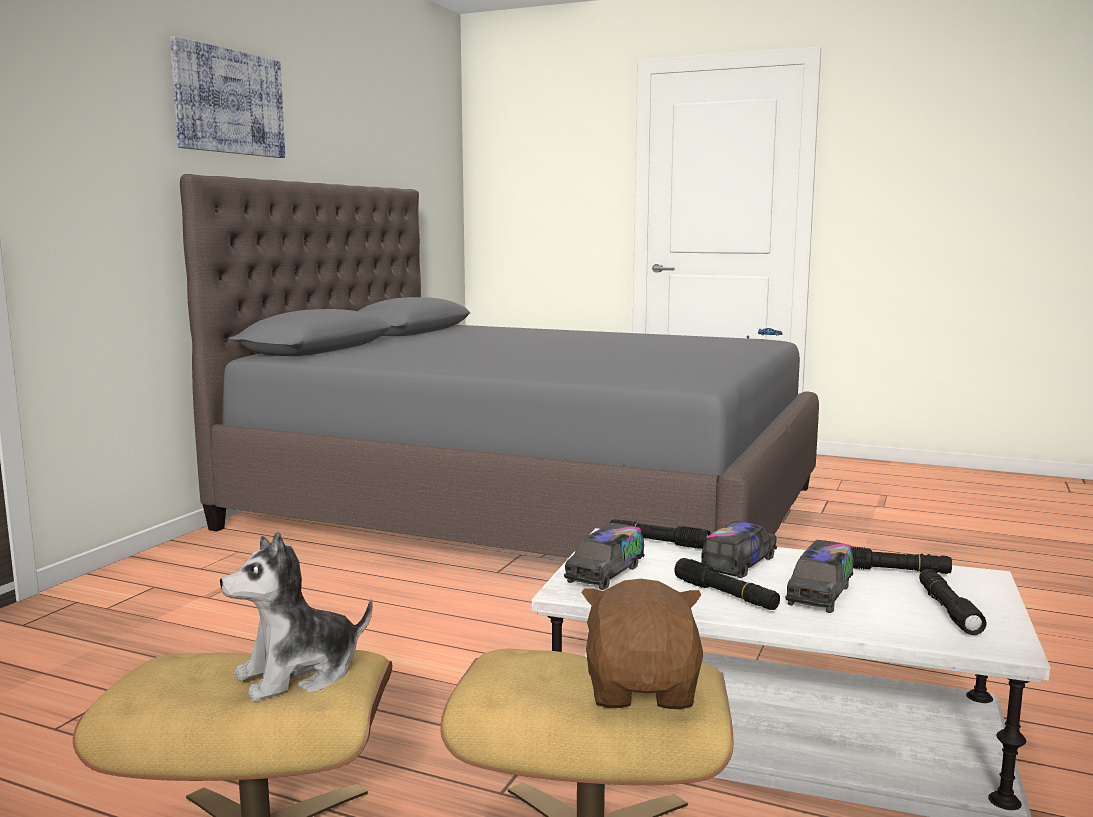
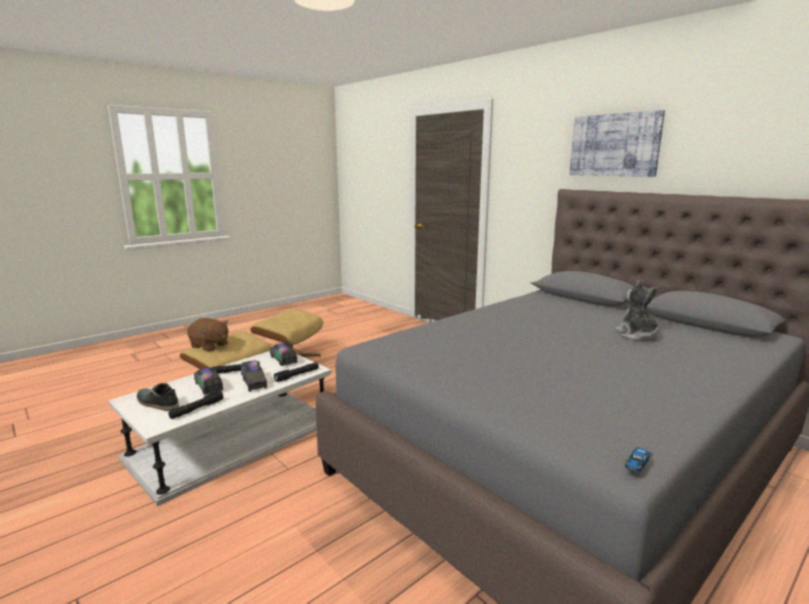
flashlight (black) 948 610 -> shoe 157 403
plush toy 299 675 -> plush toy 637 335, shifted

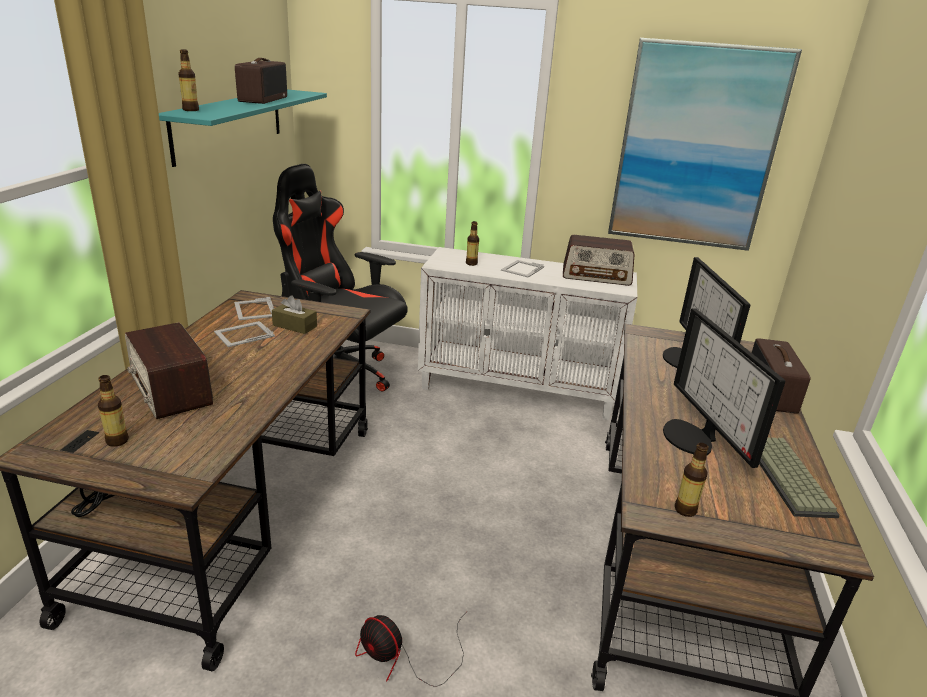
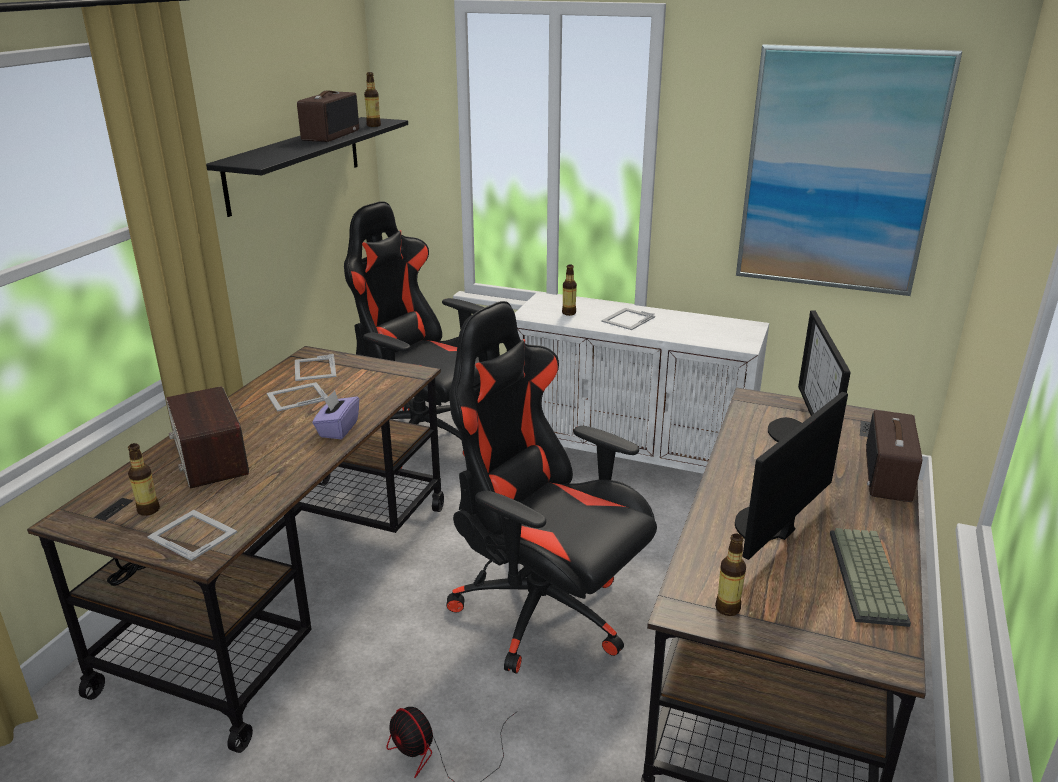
none -> picture frame 192 534
shelf (turquoise) 230 124 -> shelf (black) 295 163
none -> tissue box (purple) 338 429
bottle 191 110 -> bottle 374 125, shifted
none -> office chair (black) 550 619
monitor 694 437 -> monitor 769 527, 45 degrees clockwise
tissue box (brown) 295 326 -> none
radio 596 276 -> none

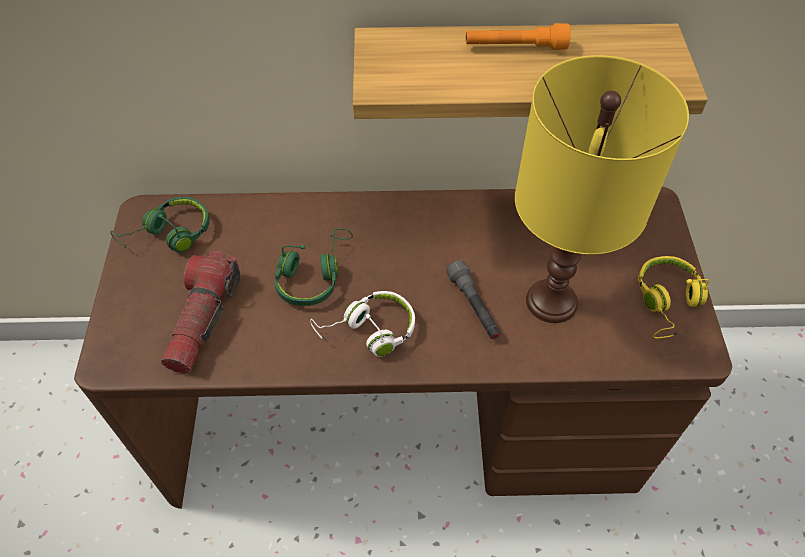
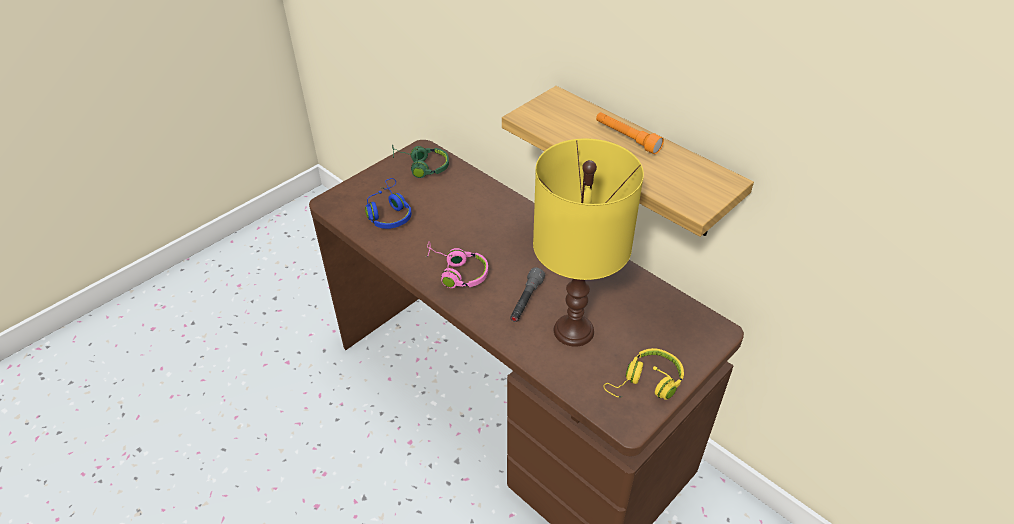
flashlight 203 320 -> headphones (blue) 389 213
headphones (white) 368 331 -> headphones (pink) 456 272
headphones (green) 313 275 -> none

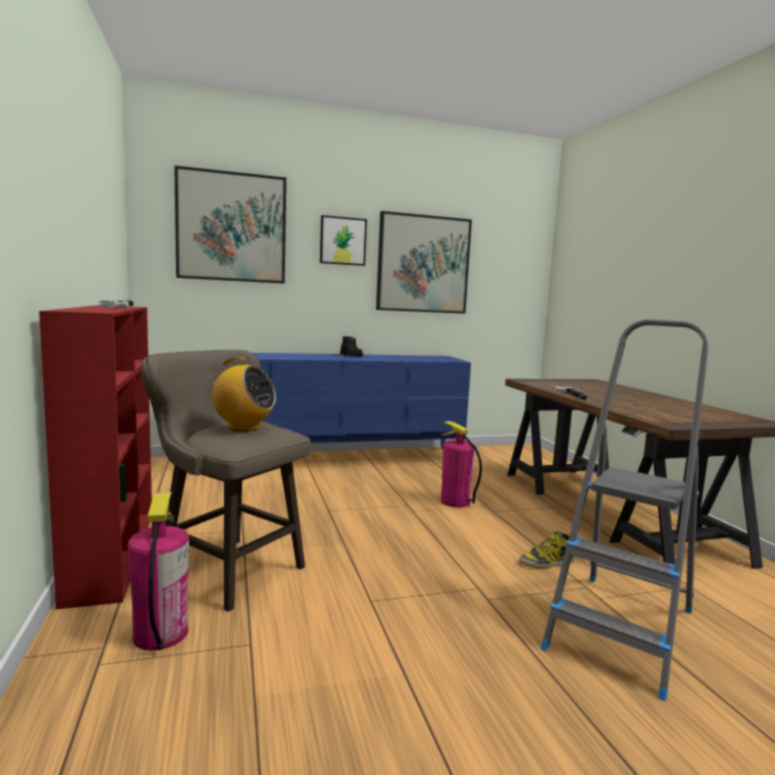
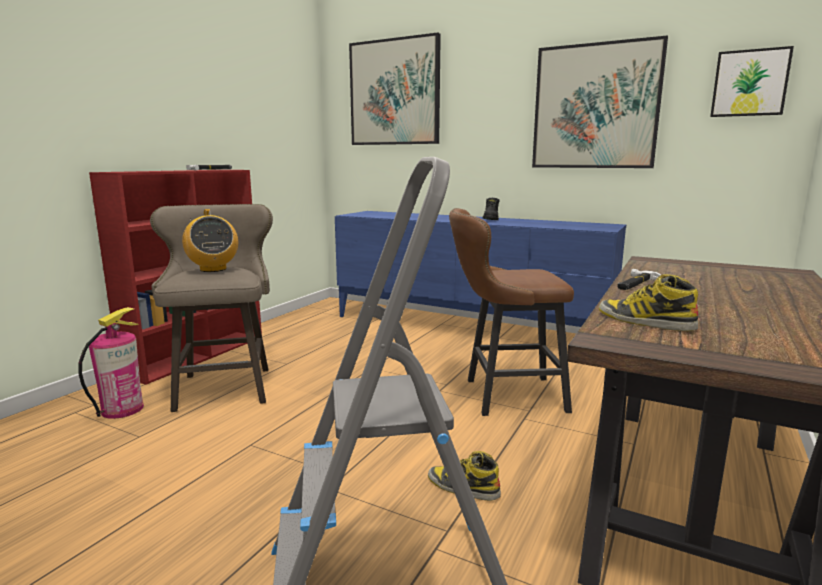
fire extinguisher 455 501 -> stool (brown) 502 395
none -> boot 644 321
picture 342 241 -> picture 749 83, shifted

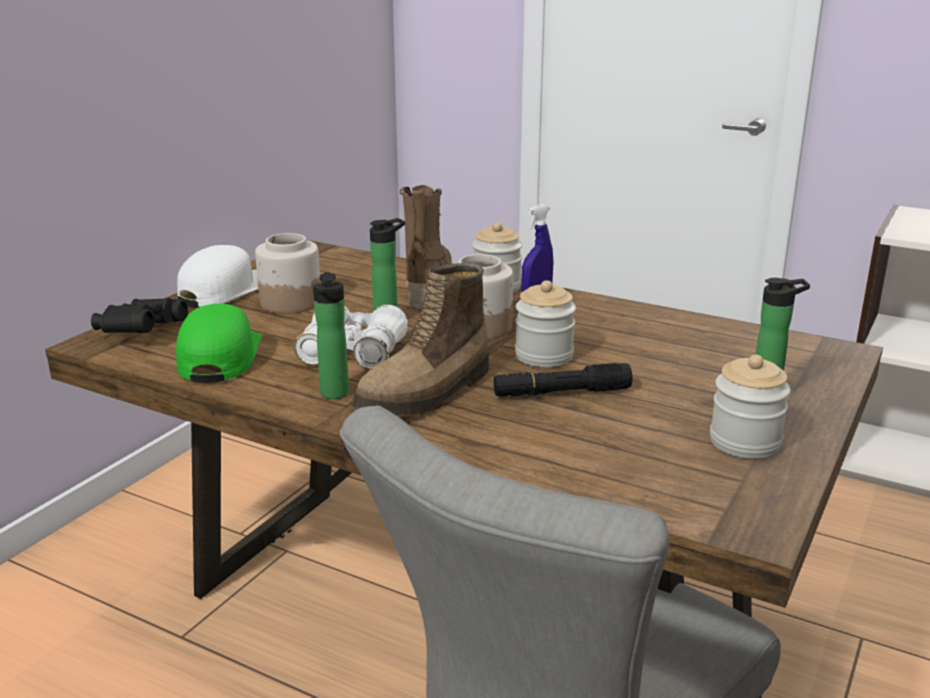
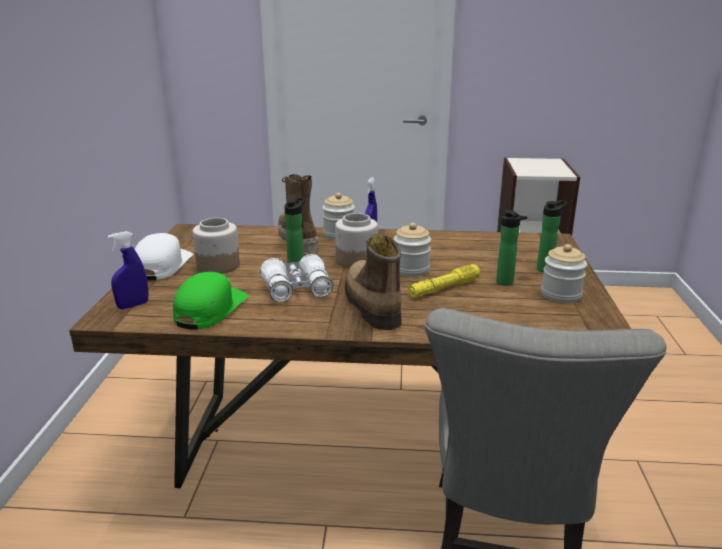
binoculars (black) 140 334 -> spray bottle (blue) 133 305
cap (green) 219 356 -> cap (green) 210 309, 45 degrees clockwise
boot 427 394 -> boot 370 305, 150 degrees clockwise
flashlight (black) 561 393 -> flashlight (yellow) 443 288
bottle 335 395 -> bottle 506 283, shifted

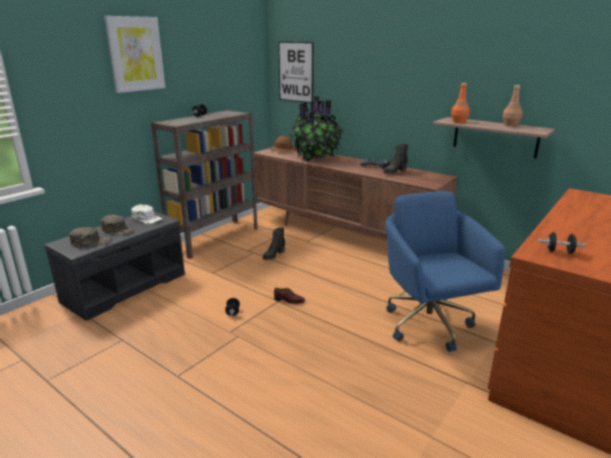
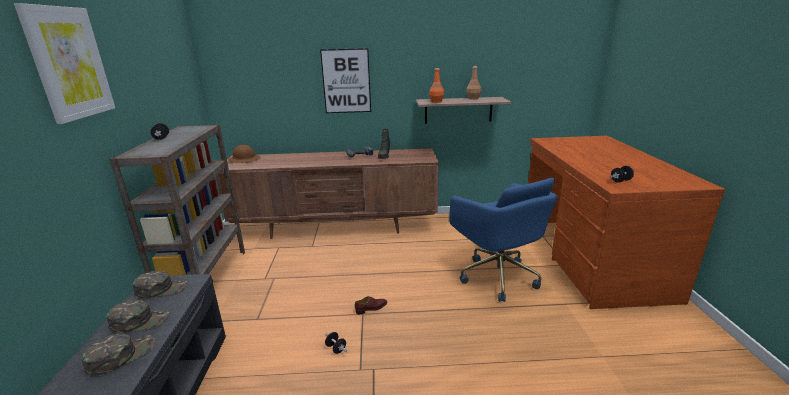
cap (white) 147 218 -> cap (green) 162 288
picture 296 72 -> picture 346 81, shifted
office chair (blue) 430 328 -> office chair (blue) 495 276, 150 degrees counterclockwise
boot (black) 273 255 -> none
potted plant 316 158 -> none

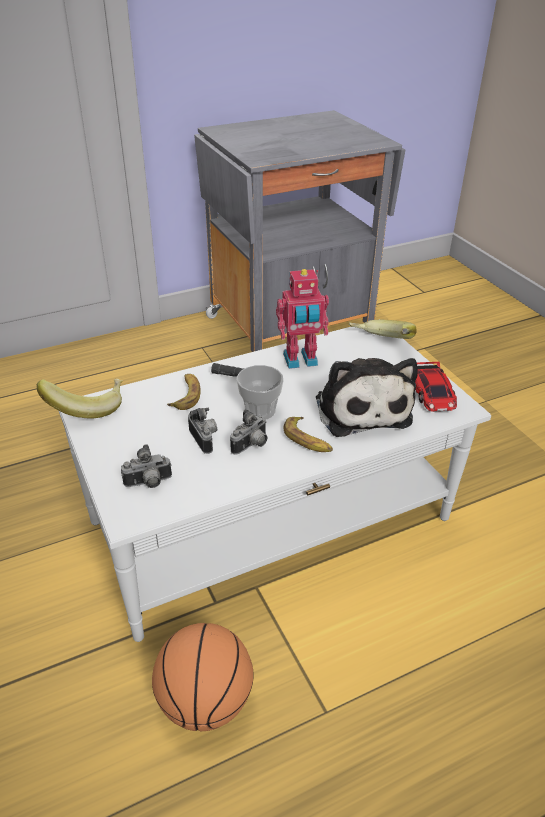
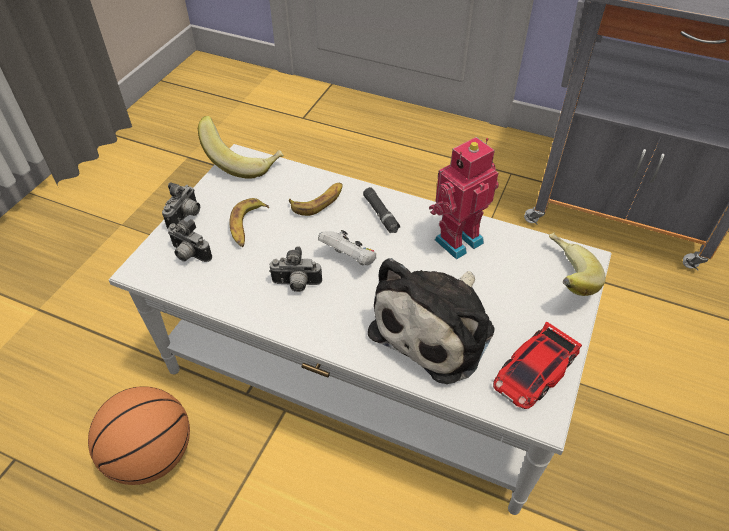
photo camera 205 439 -> photo camera 186 217, shifted
banana 308 440 -> banana 247 226, shifted
cup 260 410 -> game controller (white) 350 259
toy robot 301 361 -> toy robot 456 239, 105 degrees clockwise

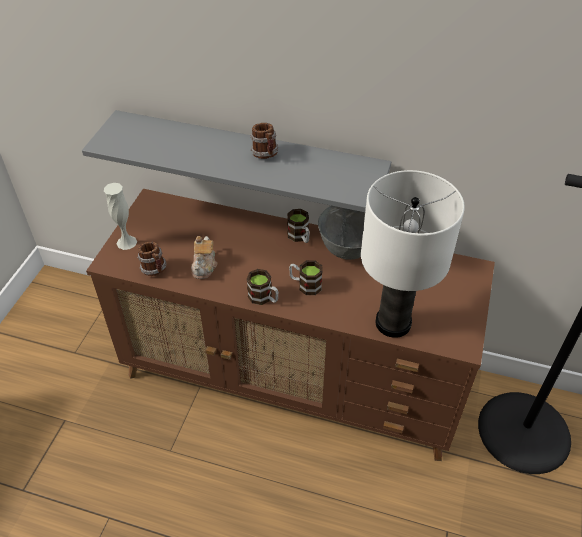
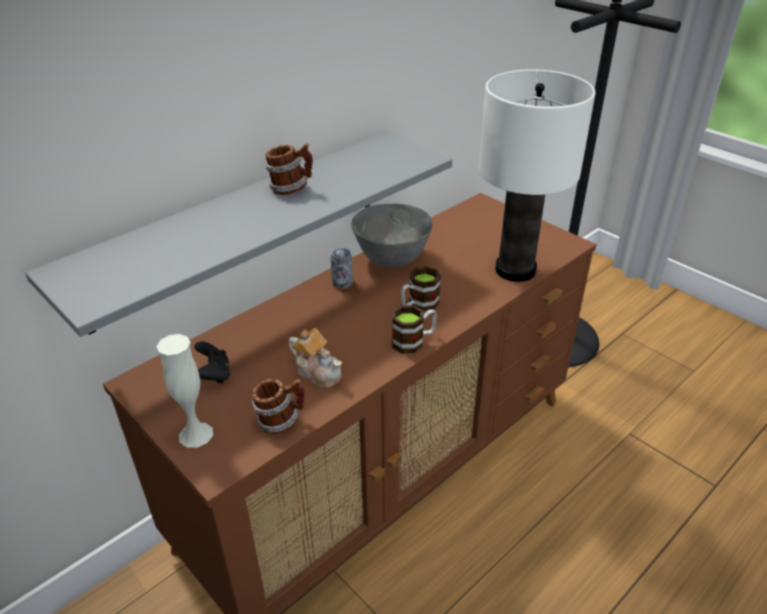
none -> game controller (black) 214 374
mug 300 237 -> can 342 283

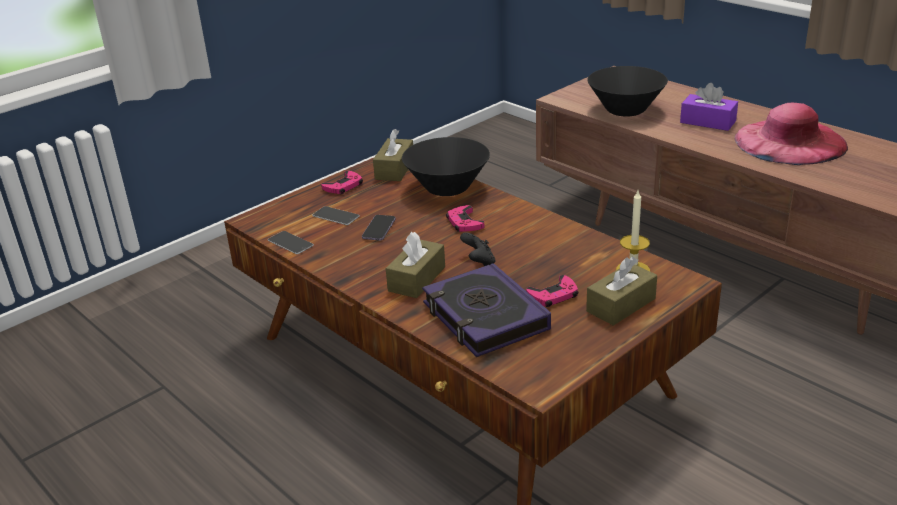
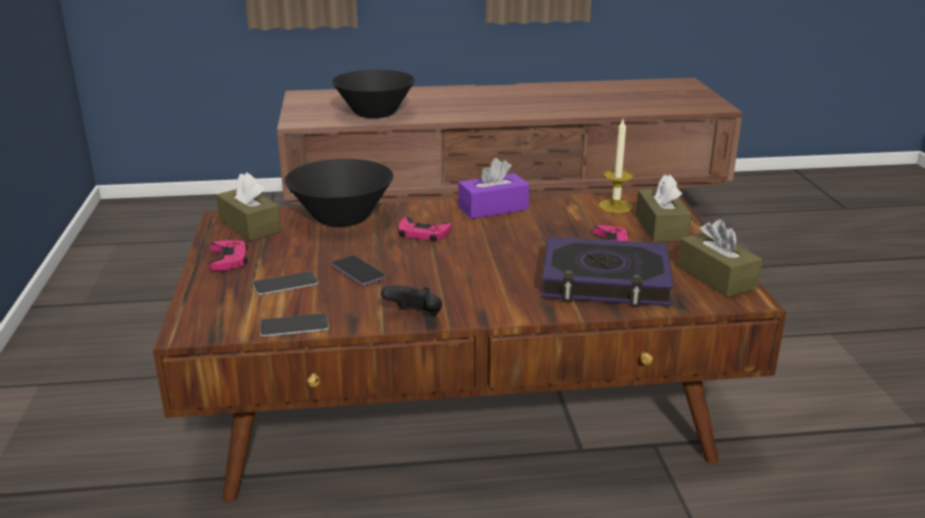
game controller (black) 479 262 -> game controller (black) 415 316, shifted
tissue box (purple) 707 122 -> tissue box (purple) 493 208, shifted
tissue box (brown) 417 279 -> tissue box (brown) 716 277, shifted
hat (pink) 790 141 -> none

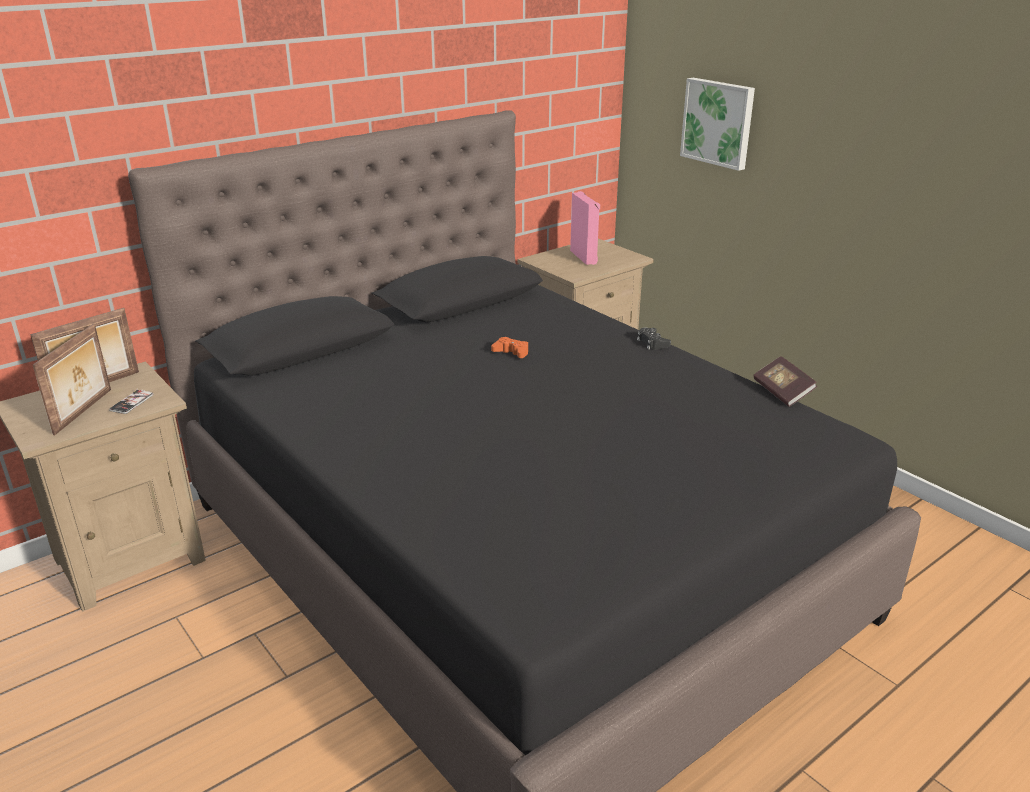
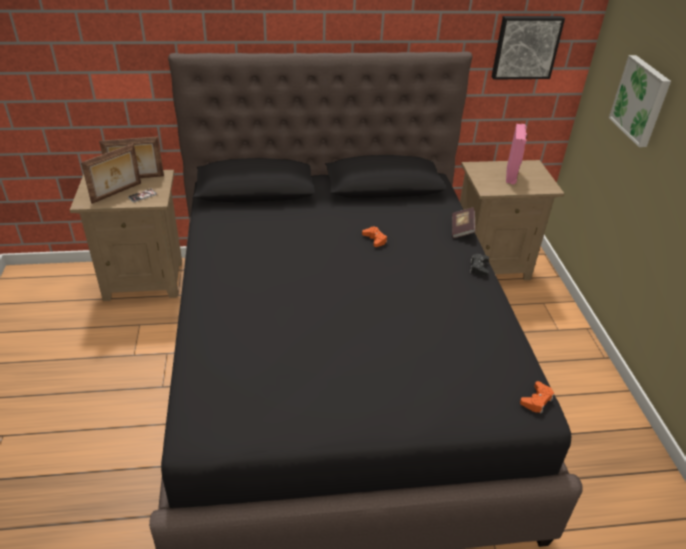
book 782 392 -> book 462 229, shifted
none -> picture 525 47
none -> game controller (orange) 536 400

